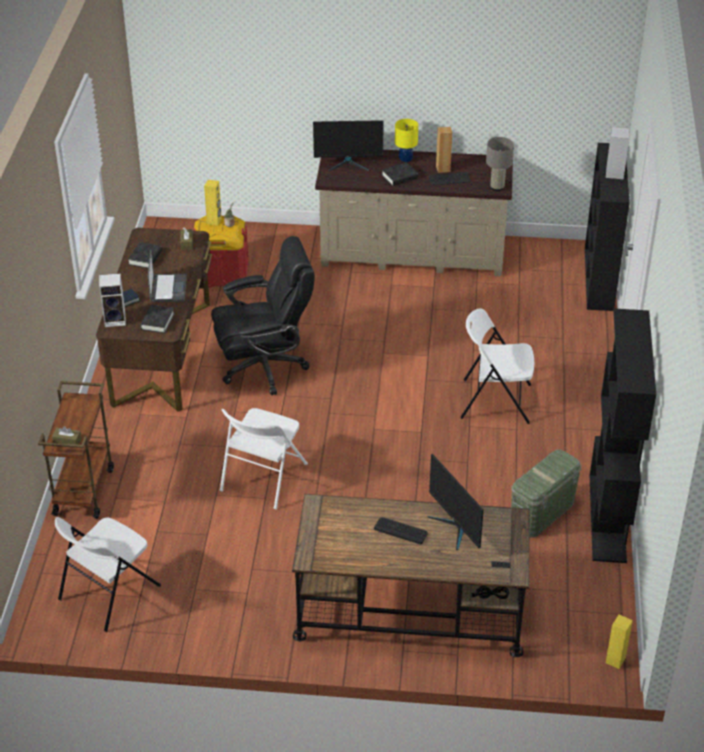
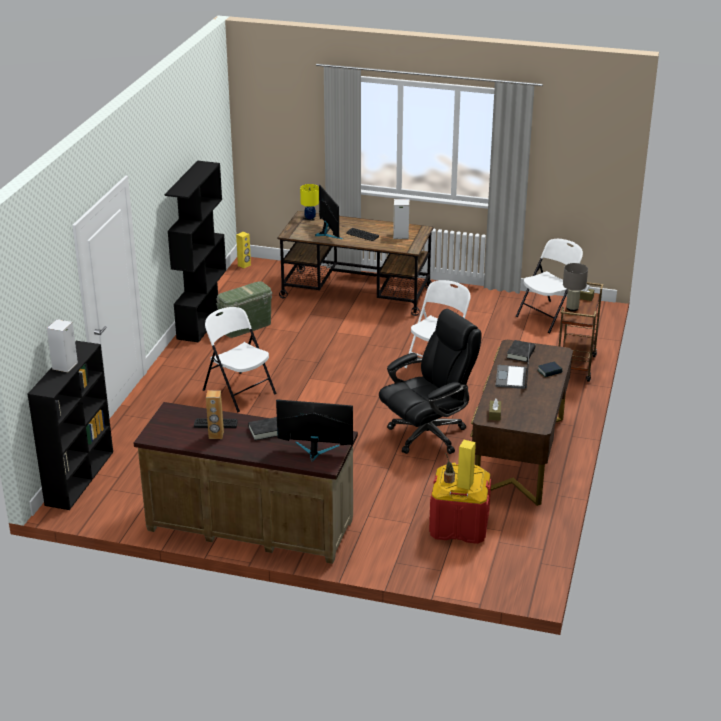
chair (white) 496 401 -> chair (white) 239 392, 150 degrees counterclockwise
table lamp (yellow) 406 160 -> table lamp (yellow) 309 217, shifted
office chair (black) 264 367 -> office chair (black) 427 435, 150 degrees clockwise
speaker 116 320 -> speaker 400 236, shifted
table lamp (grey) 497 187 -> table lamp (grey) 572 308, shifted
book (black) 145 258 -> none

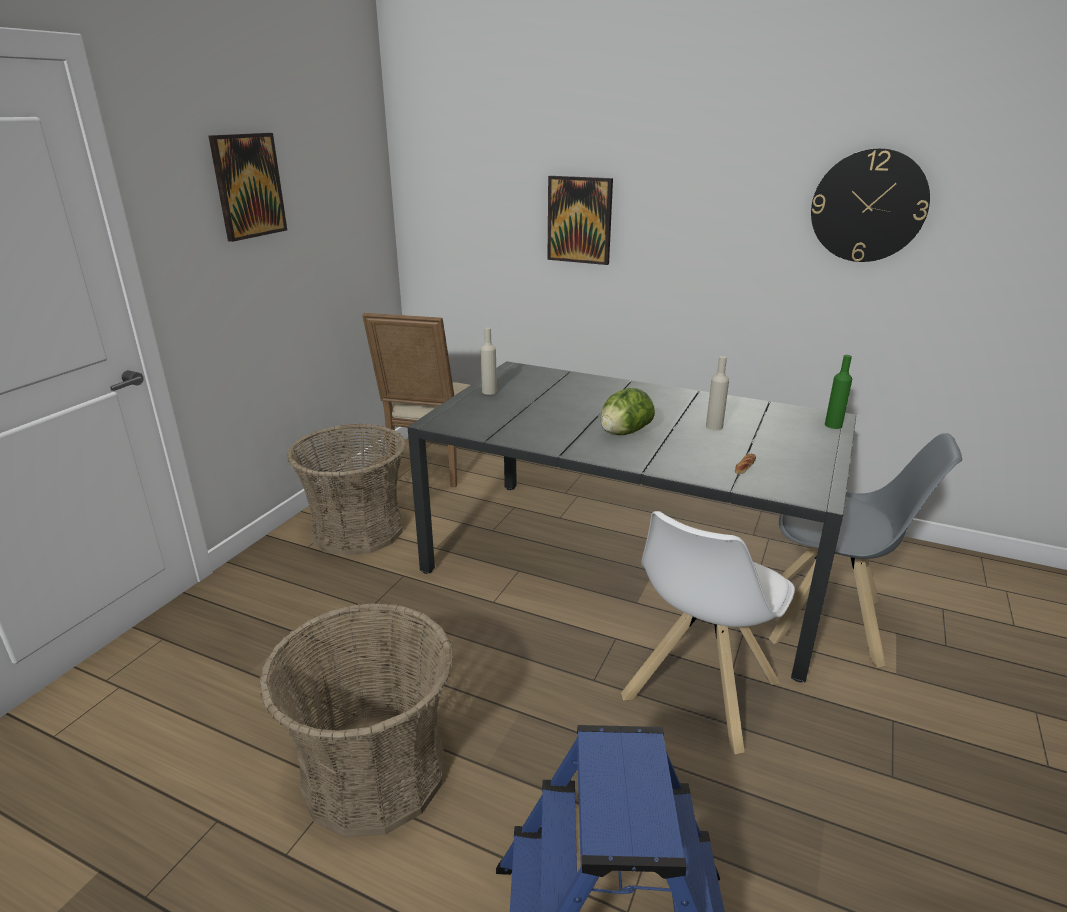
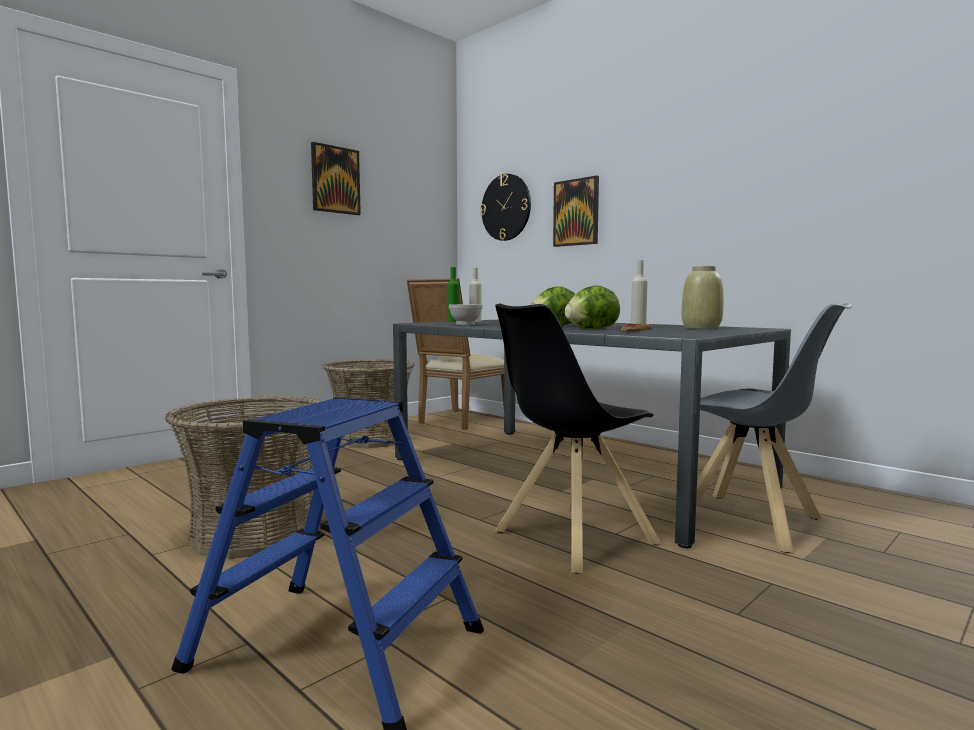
bottle (green) 833 425 -> bottle (green) 453 321, shifted
none -> bowl (white) 466 324
wall clock 868 206 -> wall clock 506 207, shifted
chair (white) 698 692 -> chair (black) 571 538
none -> lettuce 591 329
none -> vase (beige) 701 328

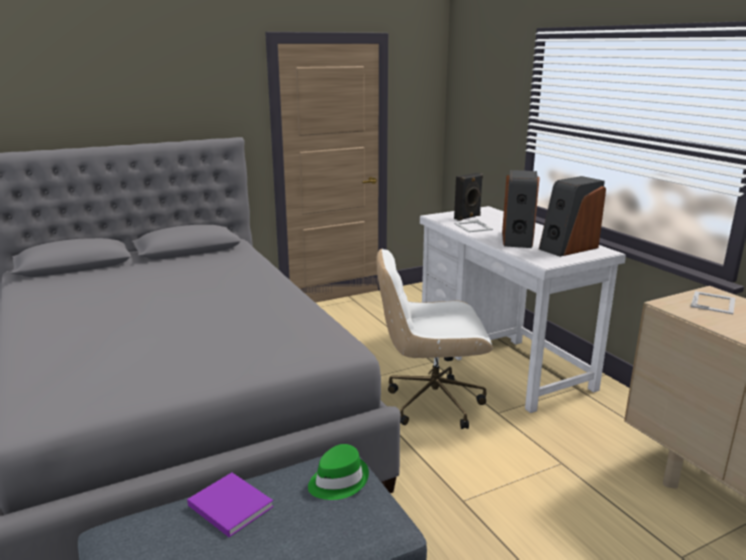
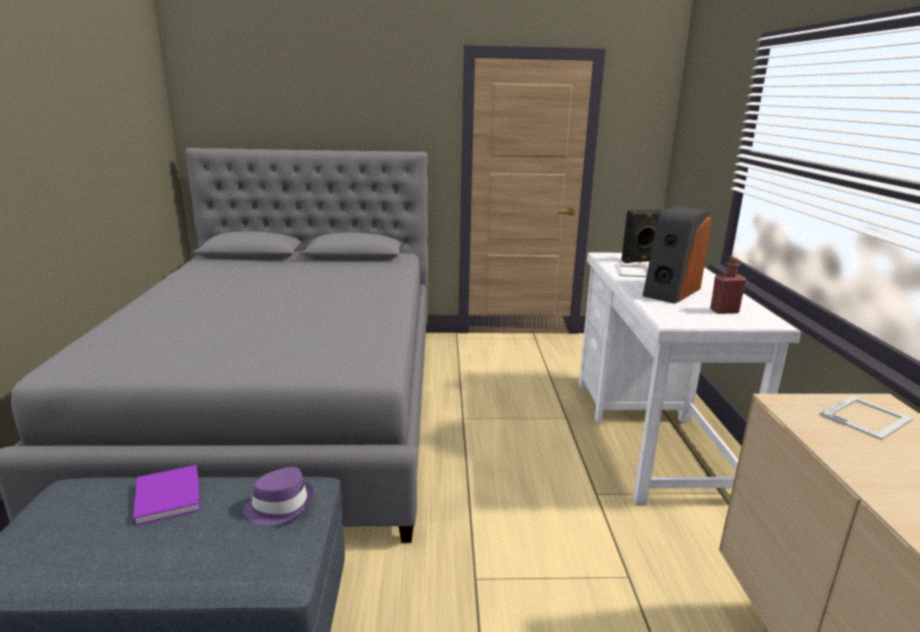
hat (green) 338 481 -> hat (purple) 280 505
speaker 568 248 -> bottle (red) 724 311
office chair (white) 430 404 -> none

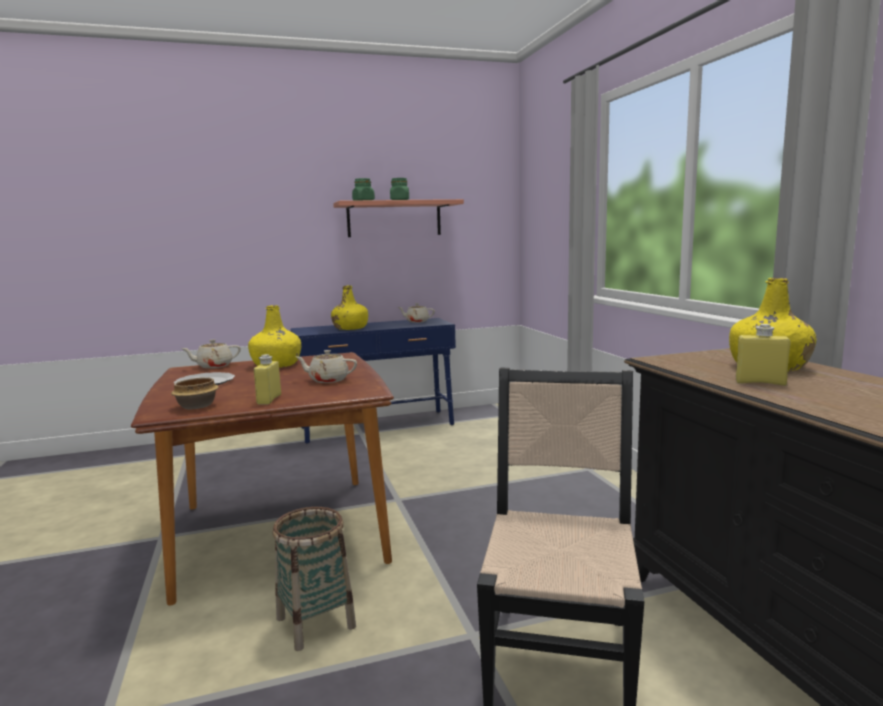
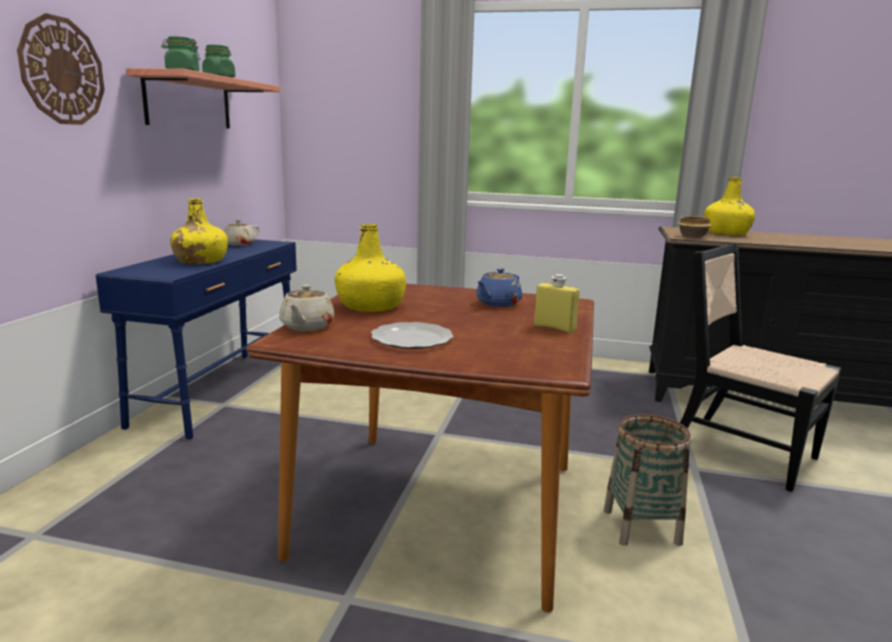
none -> wall clock 62 71
teapot (beige) 328 380 -> teapot (blue) 497 303
bowl 196 406 -> bowl 693 236, shifted
bottle (yellow) 760 382 -> none

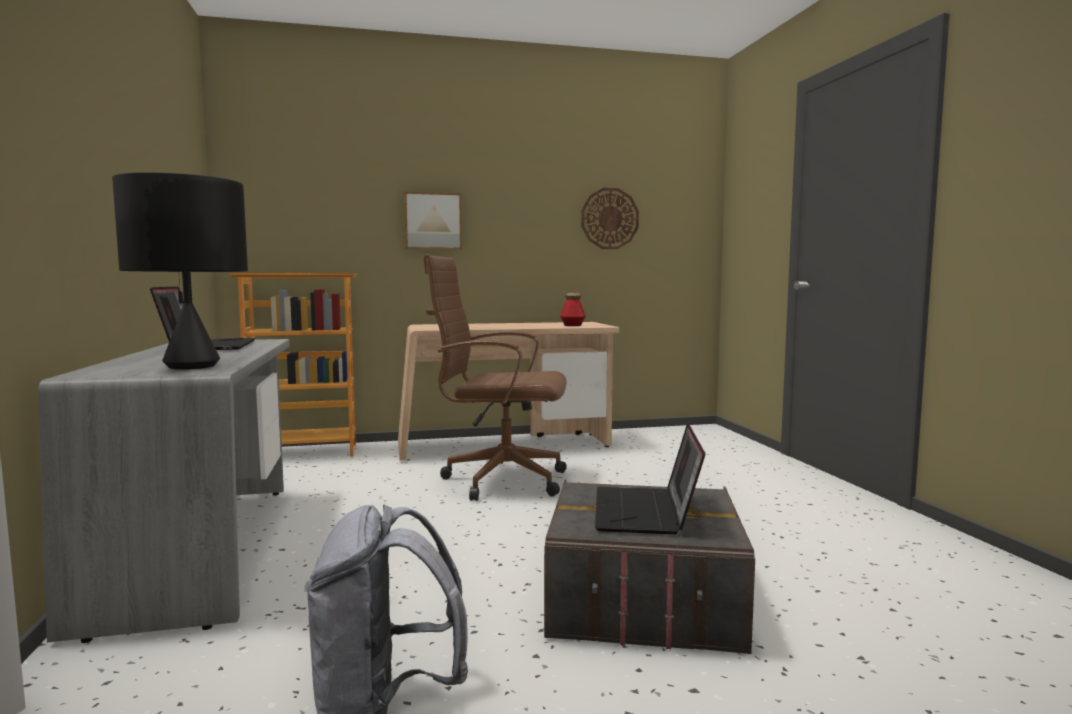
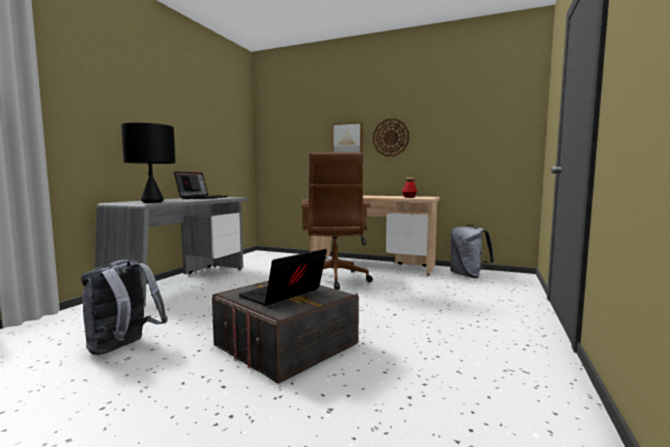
office chair (brown) 499 480 -> office chair (brown) 335 280, 135 degrees counterclockwise
wall clock 609 218 -> wall clock 390 137, shifted
none -> backpack (grey) 468 275
bookcase 304 452 -> none

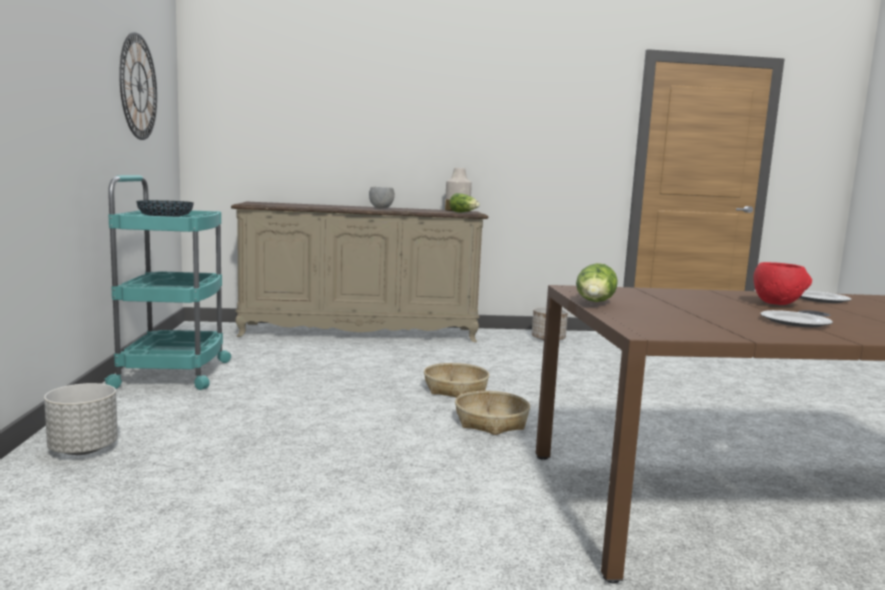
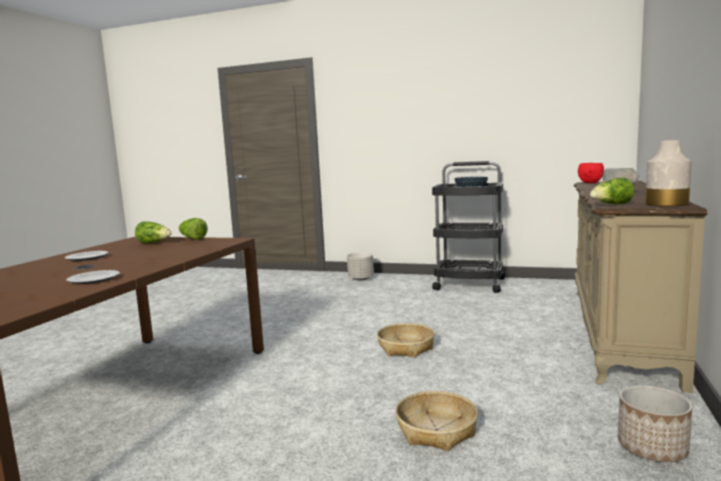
none -> lettuce 154 243
basket 491 422 -> basket 437 430, shifted
cart (turquoise) 174 374 -> cart (black) 469 284
bowl (red) 777 304 -> bowl (red) 590 183, shifted
wall clock 139 87 -> none

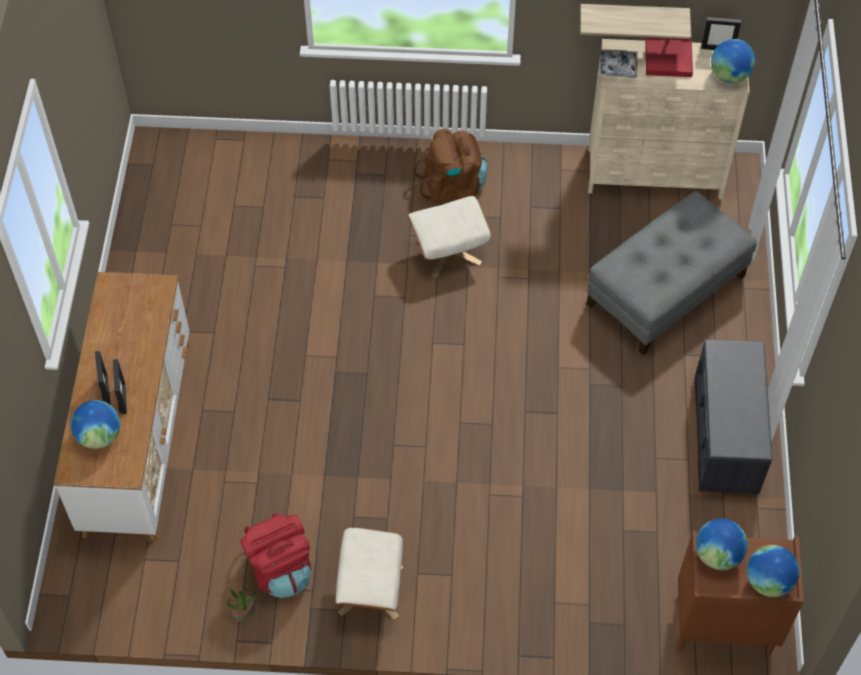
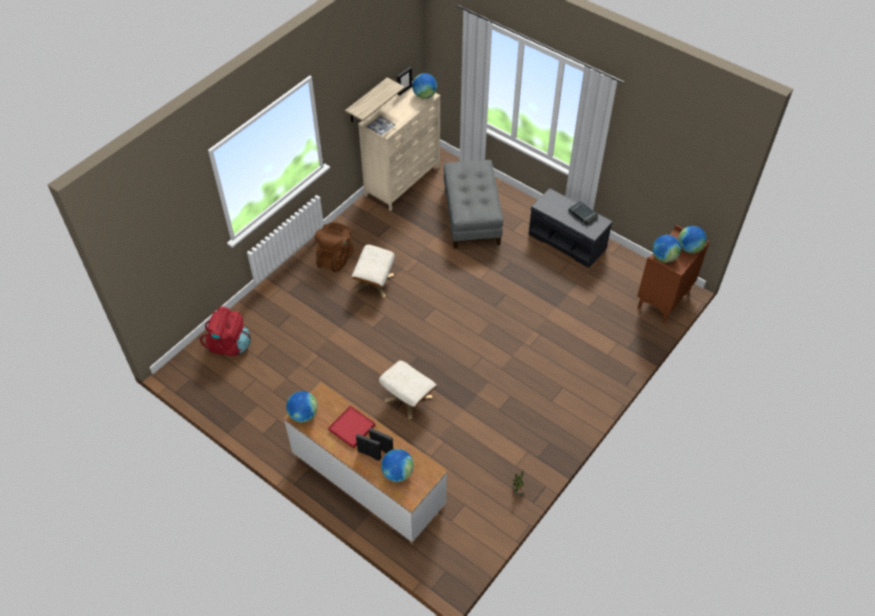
backpack (red) 280 568 -> backpack (red) 229 345, shifted
none -> globe 303 414
tray (red) 668 59 -> tray (red) 352 427, shifted
ottoman (beige) 370 589 -> ottoman (beige) 408 399, shifted
none -> book (black) 582 214

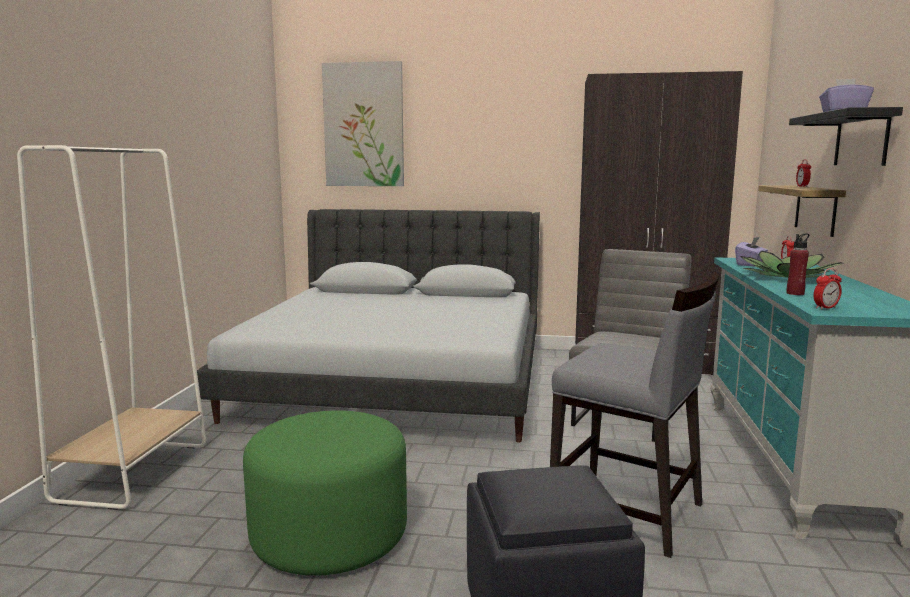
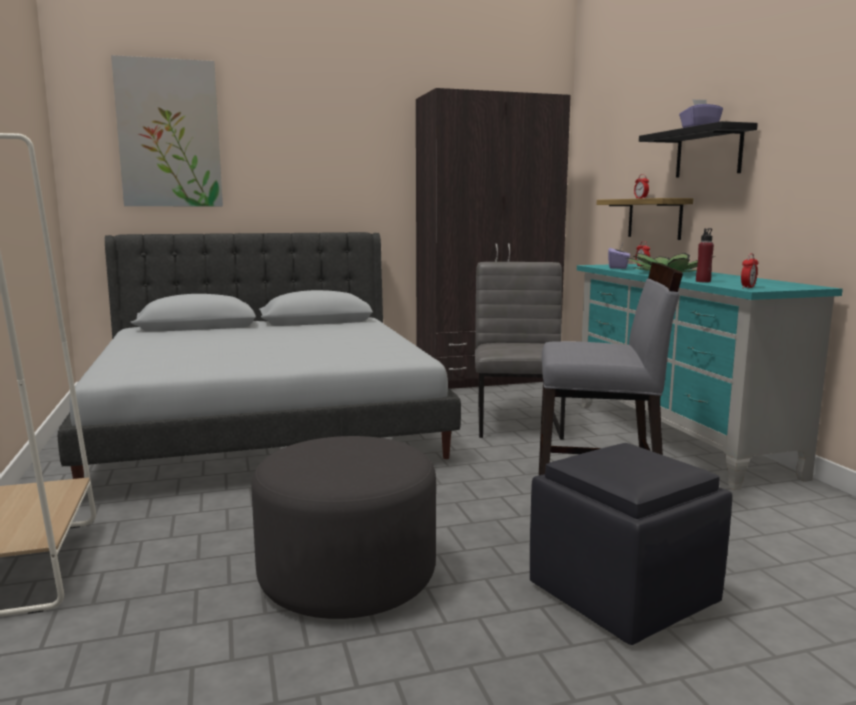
ottoman (green) 329 535 -> ottoman (grey) 347 576

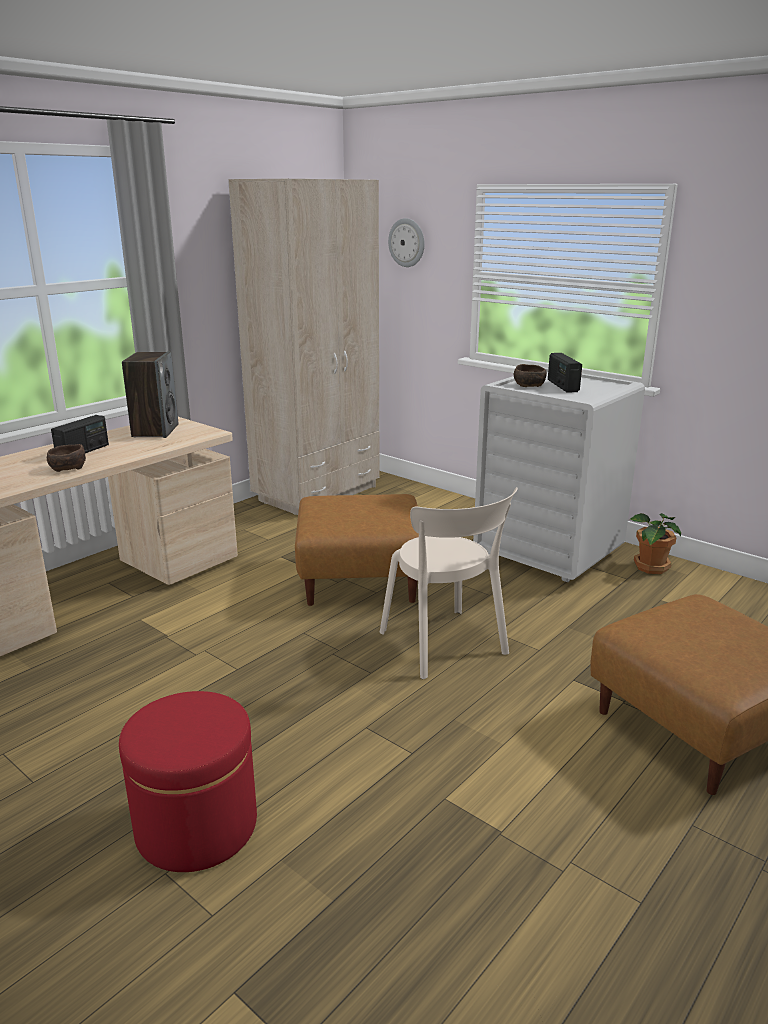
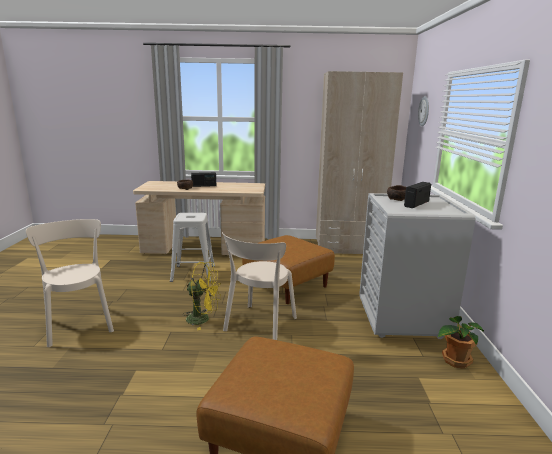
ottoman (red) 197 826 -> chair (beige) 79 323
none -> stool (white) 193 273
none -> fan (yellow) 203 319
speaker 155 431 -> none

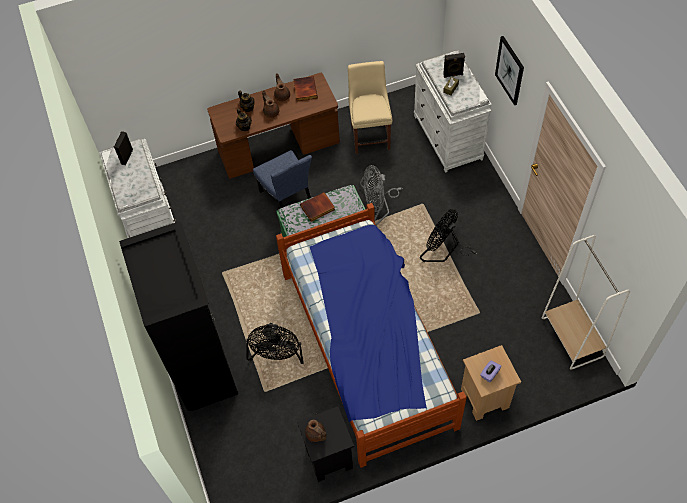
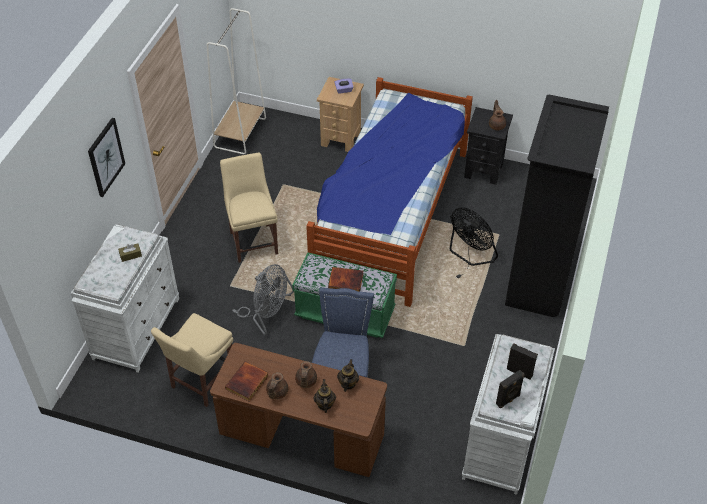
fan (black) 446 247 -> chair (beige) 253 241
speaker (black) 453 75 -> speaker (black) 520 371, shifted

